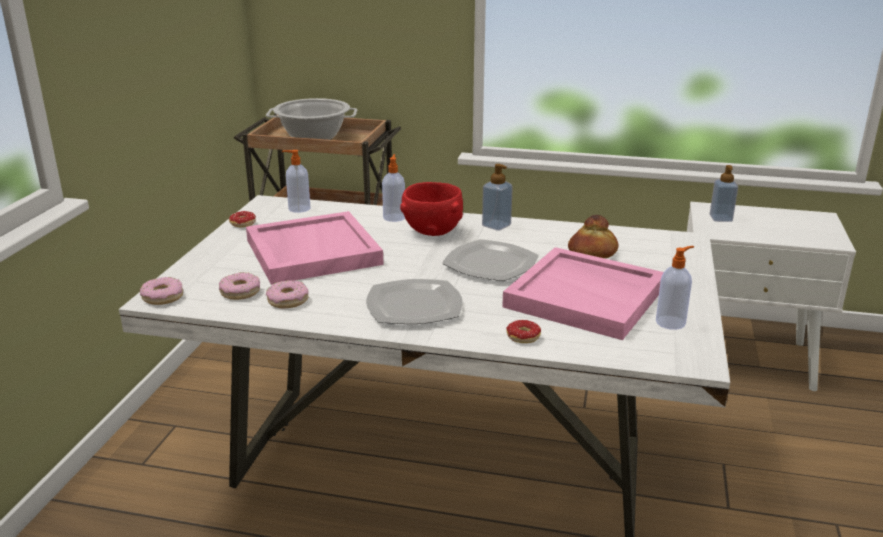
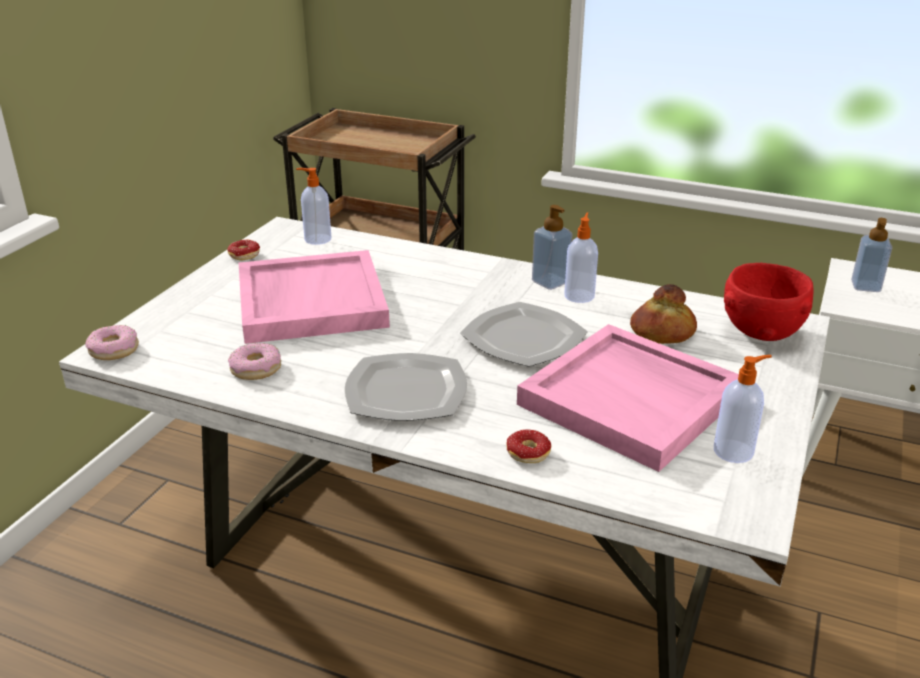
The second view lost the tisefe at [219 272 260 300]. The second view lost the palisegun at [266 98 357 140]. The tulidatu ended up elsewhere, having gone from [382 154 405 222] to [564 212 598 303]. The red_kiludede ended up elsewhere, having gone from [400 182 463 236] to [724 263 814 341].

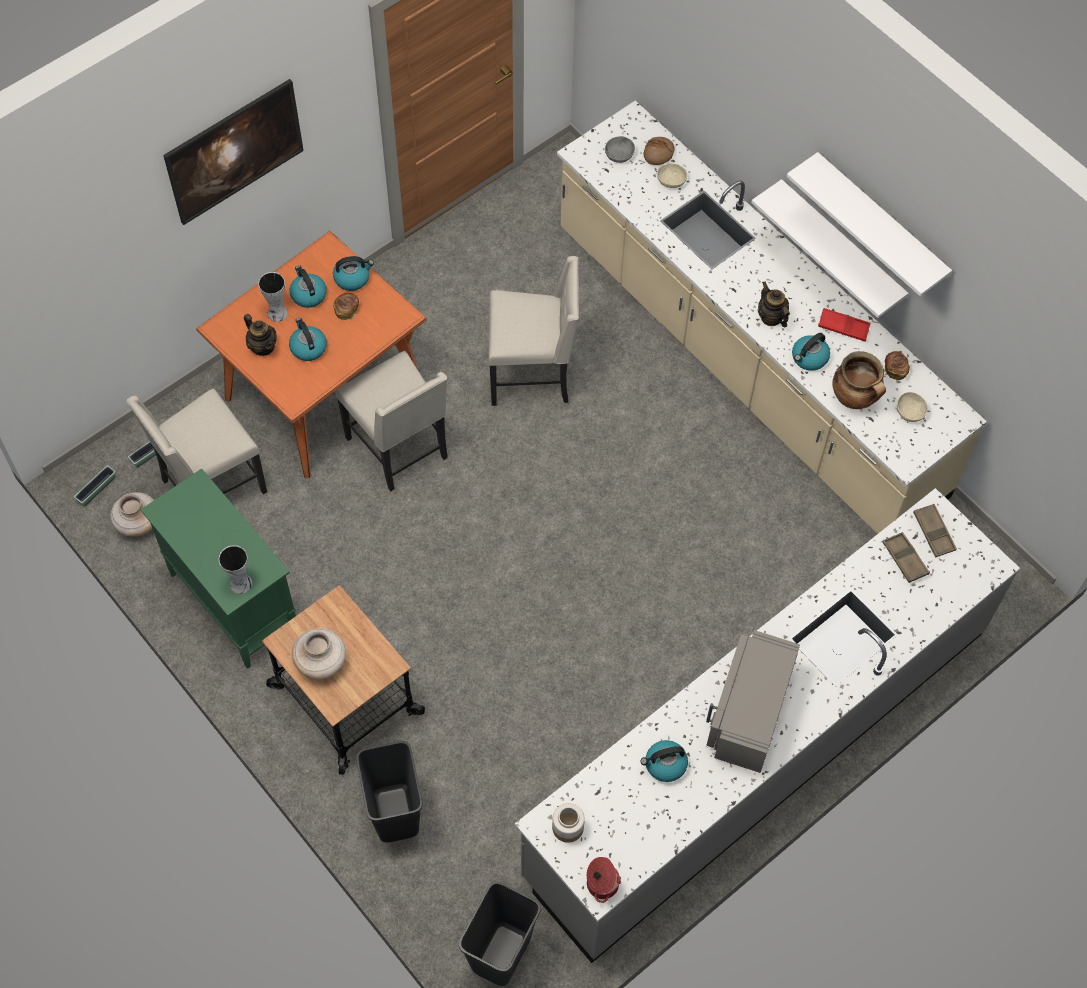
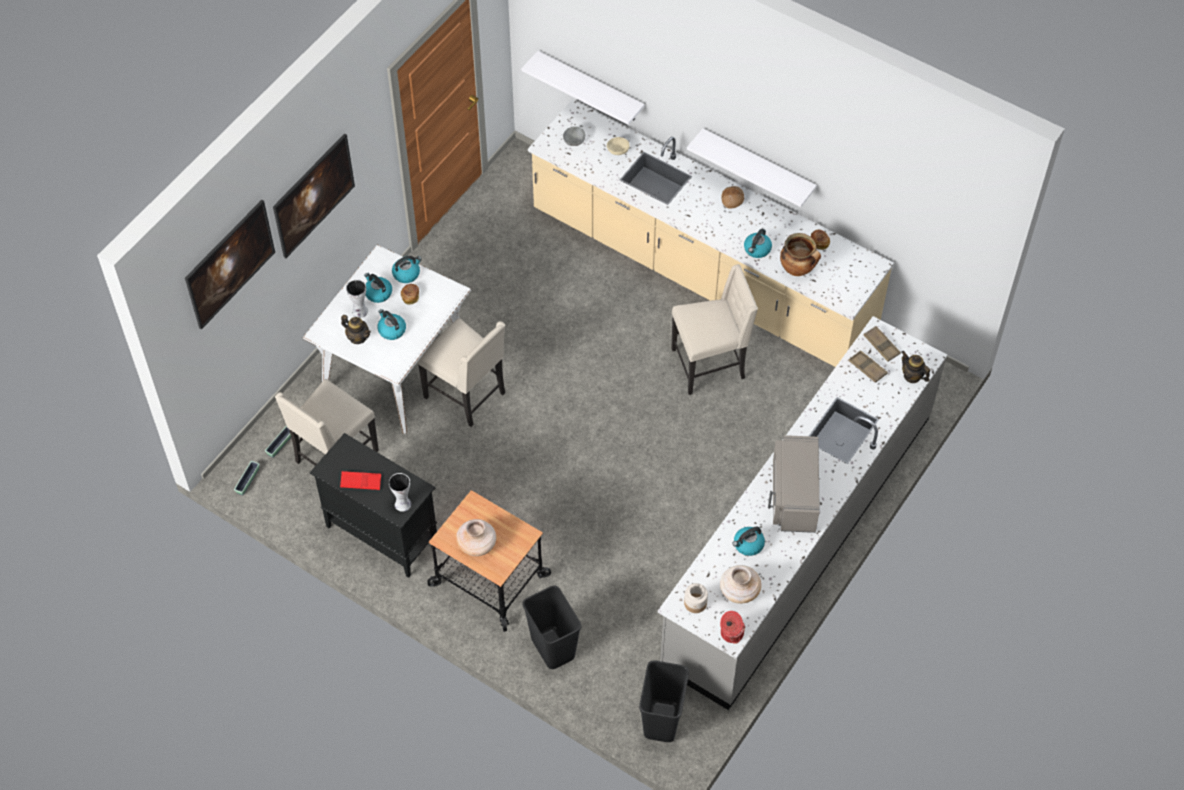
The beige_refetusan ended up elsewhere, having gone from [110 492 154 537] to [720 565 761 604]. What was the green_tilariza at [141 469 296 669] turned into the black_tilariza at [310 433 437 578]. What was the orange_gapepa at [196 231 427 478] turned into the white_gapepa at [303 245 471 434]. The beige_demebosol ended up elsewhere, having gone from [488 256 579 406] to [672 264 758 395]. The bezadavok ended up elsewhere, having gone from [644 137 674 165] to [721 186 744 209]. The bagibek ended up elsewhere, having gone from [758 281 790 327] to [902 351 930 383]. The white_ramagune ended up elsewhere, having gone from [786 152 952 296] to [521 51 645 125]. The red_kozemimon ended up elsewhere, having gone from [818 308 870 342] to [340 471 381 490]. The second view lost the beige_kiludede at [897 392 928 422]. The second view gained the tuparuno at [185 200 275 329].

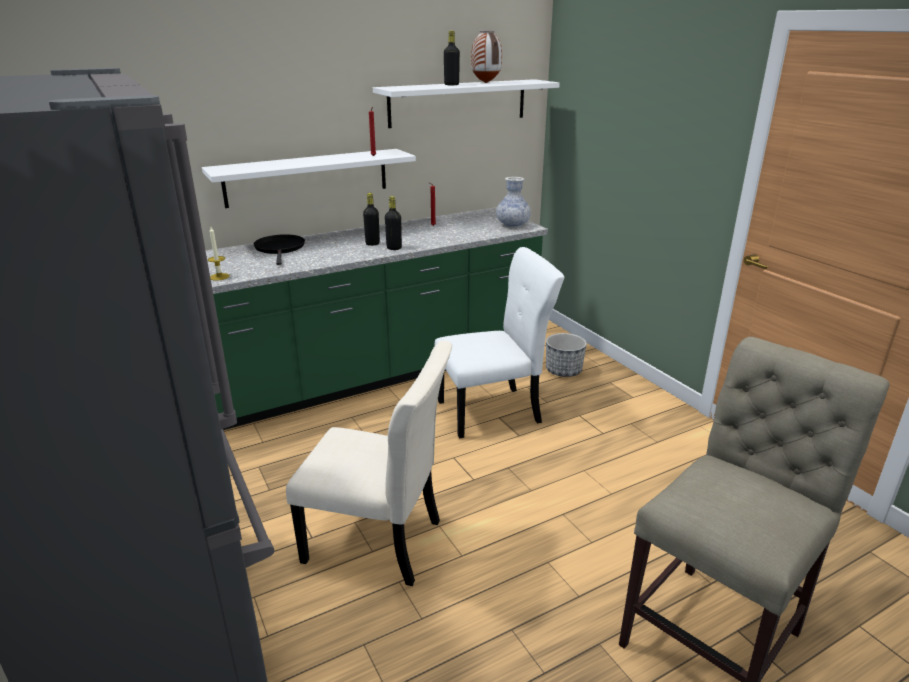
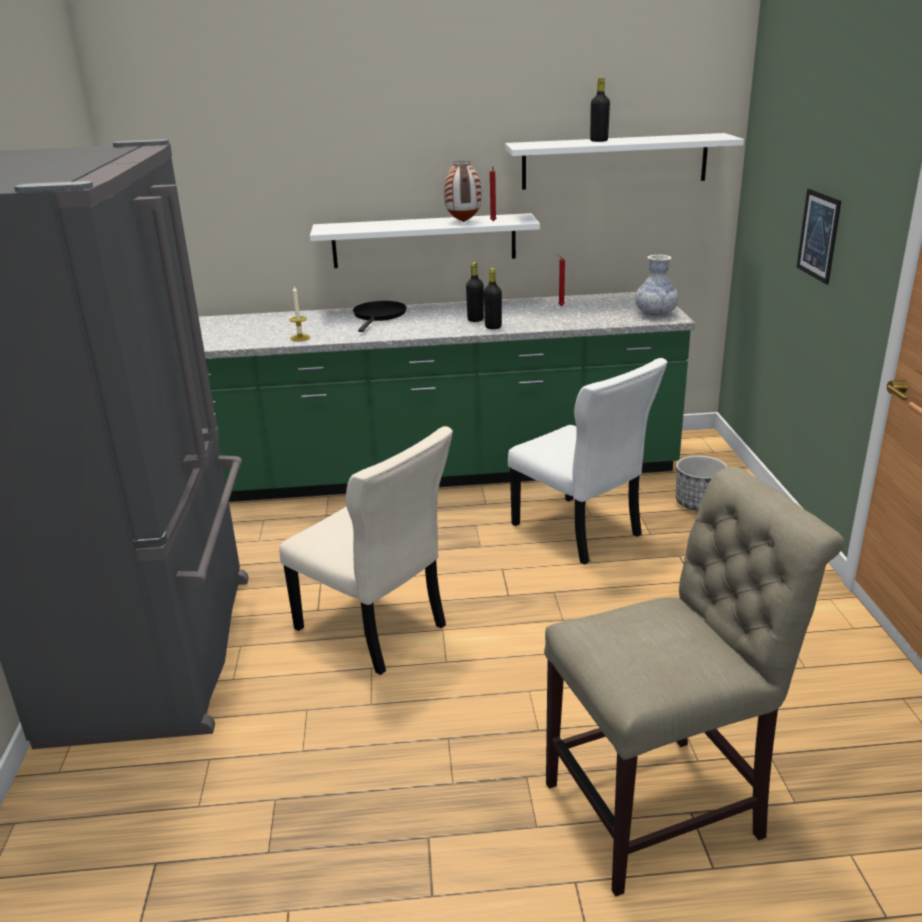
The white_demebosol at [435 247 564 439] ended up facing another way, 45 degrees clockwise from before. The refetusan ended up elsewhere, having gone from [471 30 502 83] to [444 161 481 222]. The second view gained the tuparuno at [797 189 841 285].

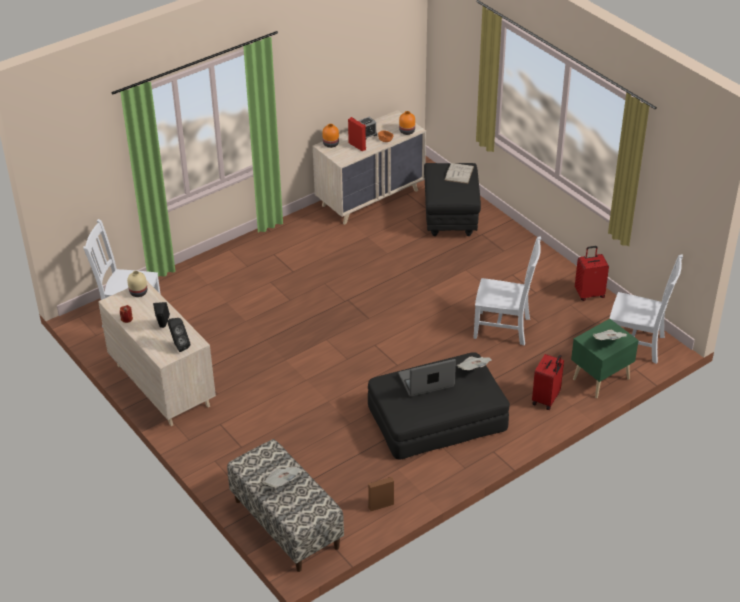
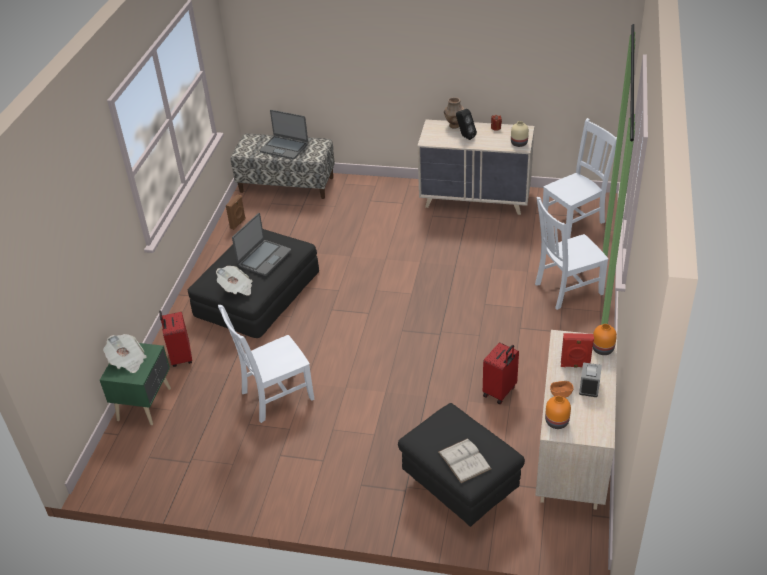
The second view lost the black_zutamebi at [167 318 190 352]. Where the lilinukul stood at [263 466 301 487], the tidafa came to stand at [260 110 308 159]. The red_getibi ended up elsewhere, having gone from [575 246 609 301] to [483 342 519 404]. The white_demebosol ended up elsewhere, having gone from [609 255 683 364] to [535 197 608 310]. The second view gained the brown_refetusan at [444 97 464 129].

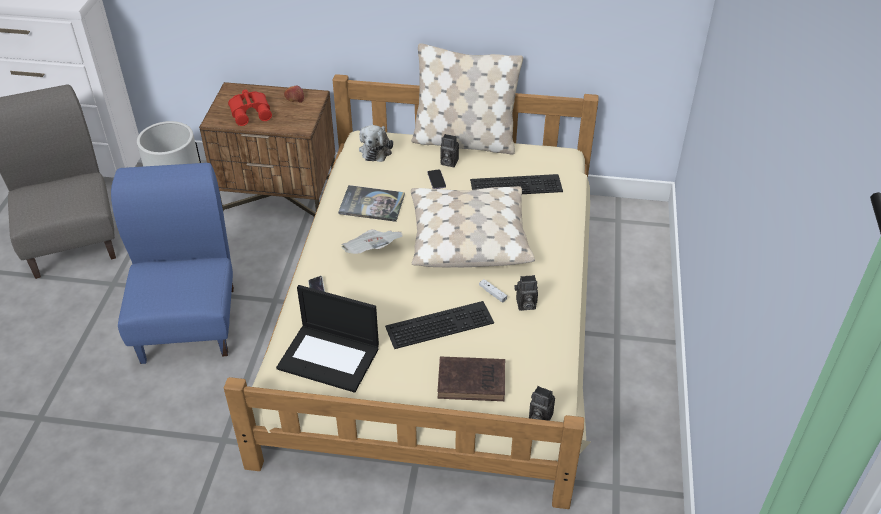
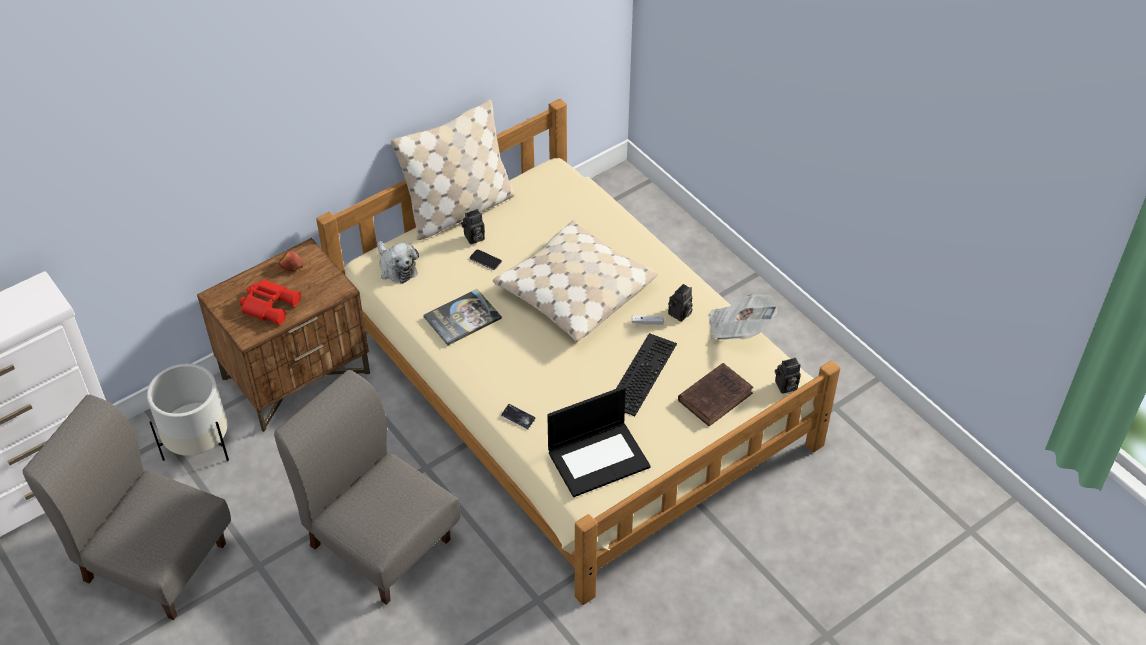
What was the blue_demebosol at [111 163 234 364] turned into the grey_demebosol at [274 370 460 605]. The lilinukul ended up elsewhere, having gone from [341 229 402 254] to [709 294 778 340]. The second view lost the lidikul at [470 174 563 194].

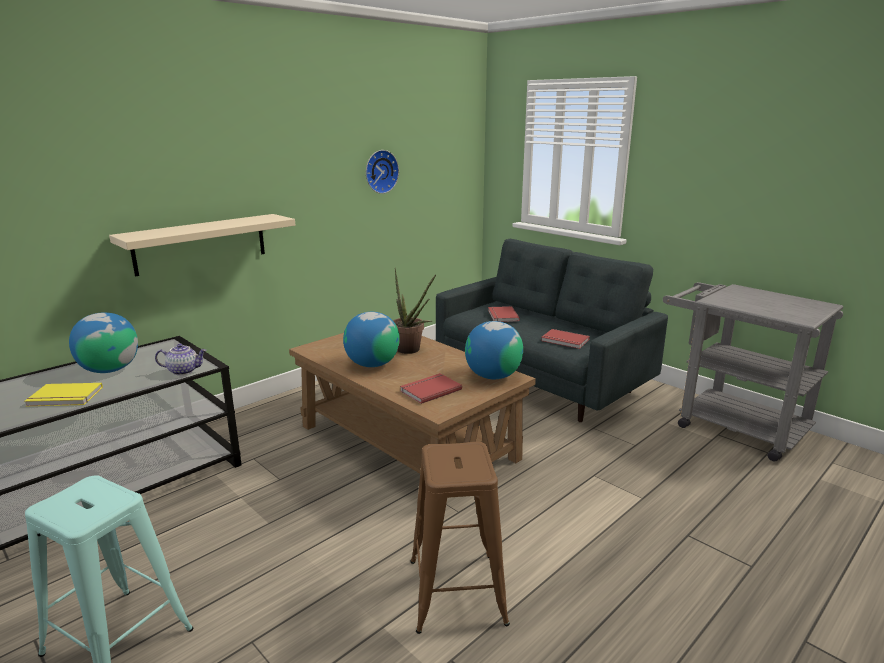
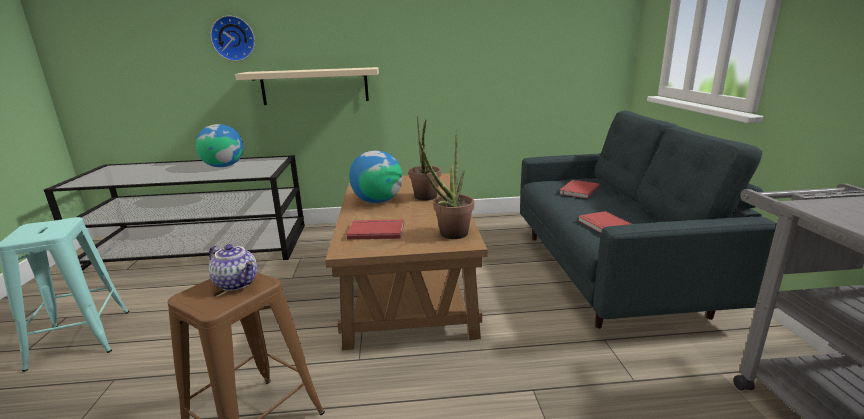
The second view lost the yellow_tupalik at [24 383 103 406]. The bagibek ended up elsewhere, having gone from [155 344 207 375] to [208 244 257 291]. The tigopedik ended up elsewhere, having gone from [366 150 399 194] to [210 16 255 61]. Where the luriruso stood at [465 321 523 379], the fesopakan came to stand at [419 130 474 239].

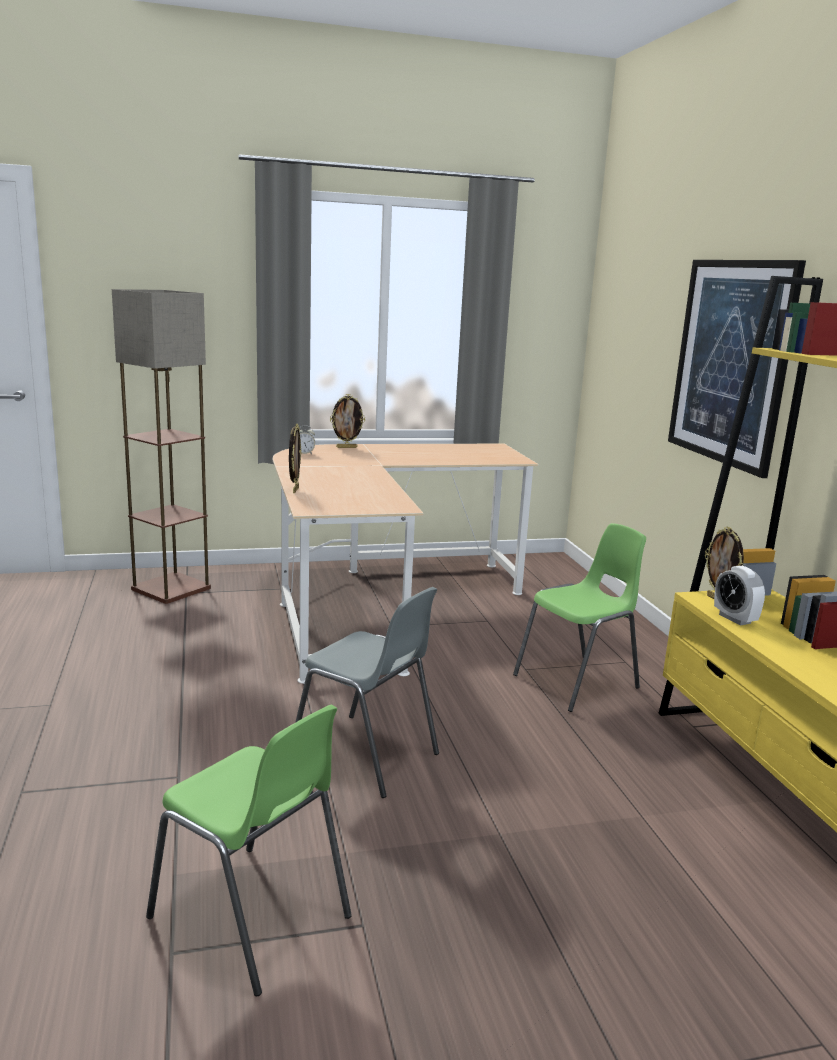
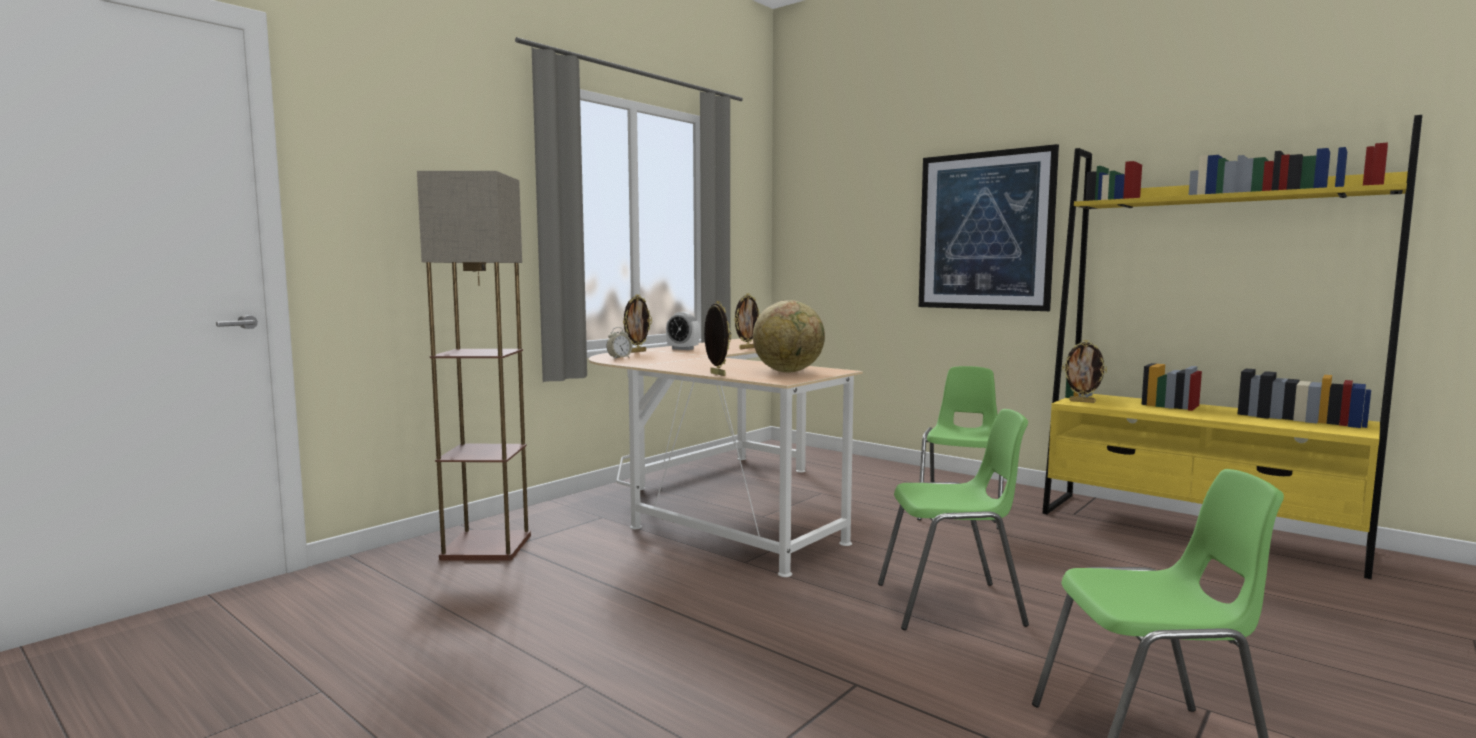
What was the grey_demebosol at [295 587 439 798] turned into the green_demebosol at [878 409 1029 630]. The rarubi ended up elsewhere, having gone from [714 566 765 626] to [666 312 700 350]. The second view gained the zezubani at [734 293 760 349]. The second view gained the luriruso at [753 300 825 373].

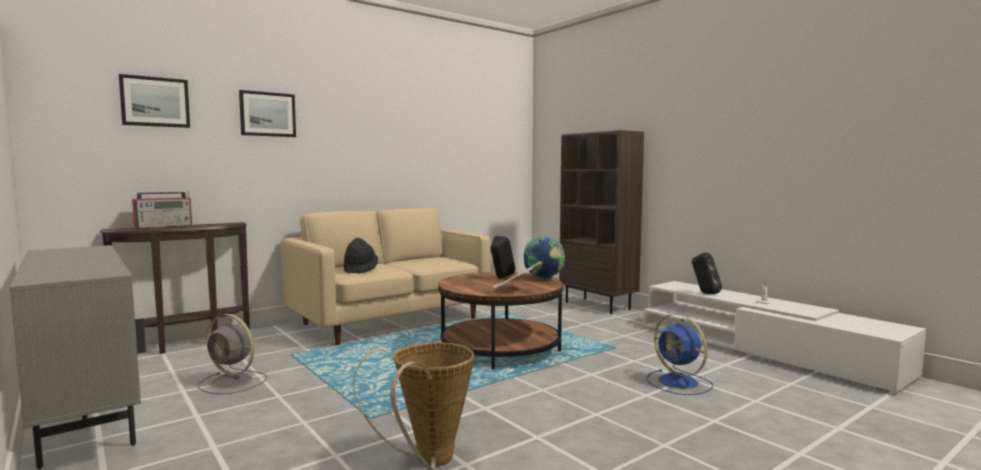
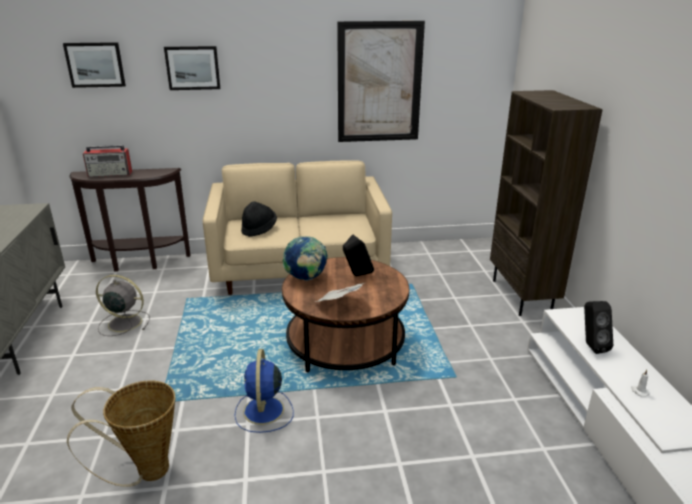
The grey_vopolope at [198 314 268 394] ended up facing another way, 135 degrees clockwise from before. The luriruso ended up elsewhere, having gone from [524 237 565 280] to [282 236 328 281]. The blue_vopolope ended up elsewhere, having gone from [646 314 713 395] to [234 349 294 433]. The second view gained the tuparuno at [337 21 425 142].

